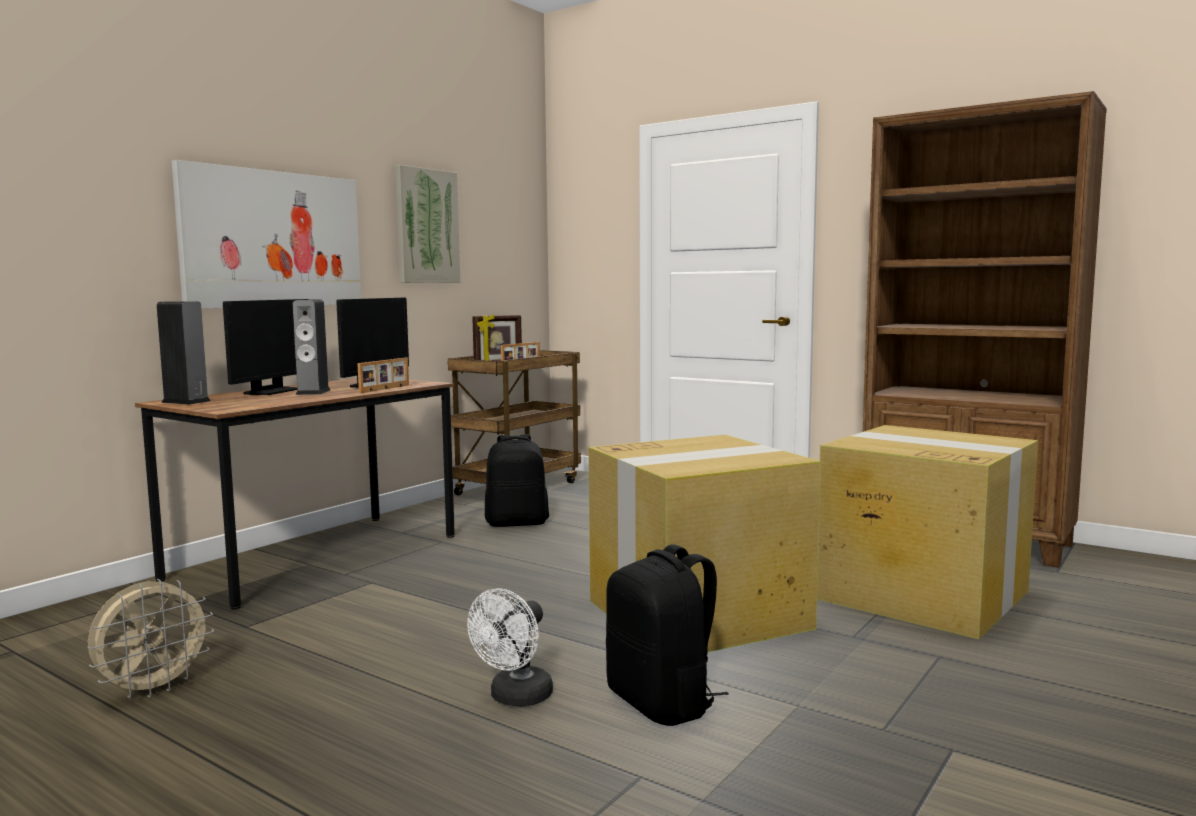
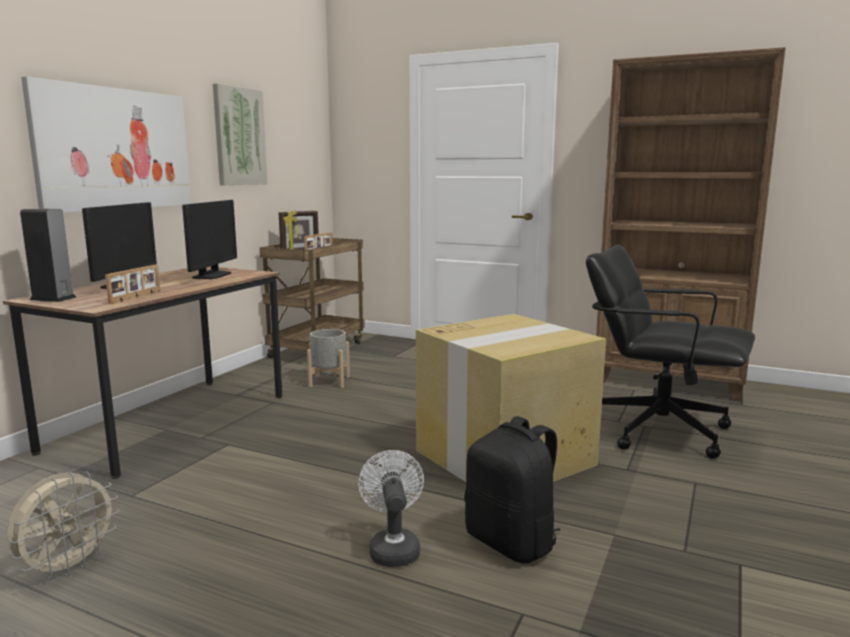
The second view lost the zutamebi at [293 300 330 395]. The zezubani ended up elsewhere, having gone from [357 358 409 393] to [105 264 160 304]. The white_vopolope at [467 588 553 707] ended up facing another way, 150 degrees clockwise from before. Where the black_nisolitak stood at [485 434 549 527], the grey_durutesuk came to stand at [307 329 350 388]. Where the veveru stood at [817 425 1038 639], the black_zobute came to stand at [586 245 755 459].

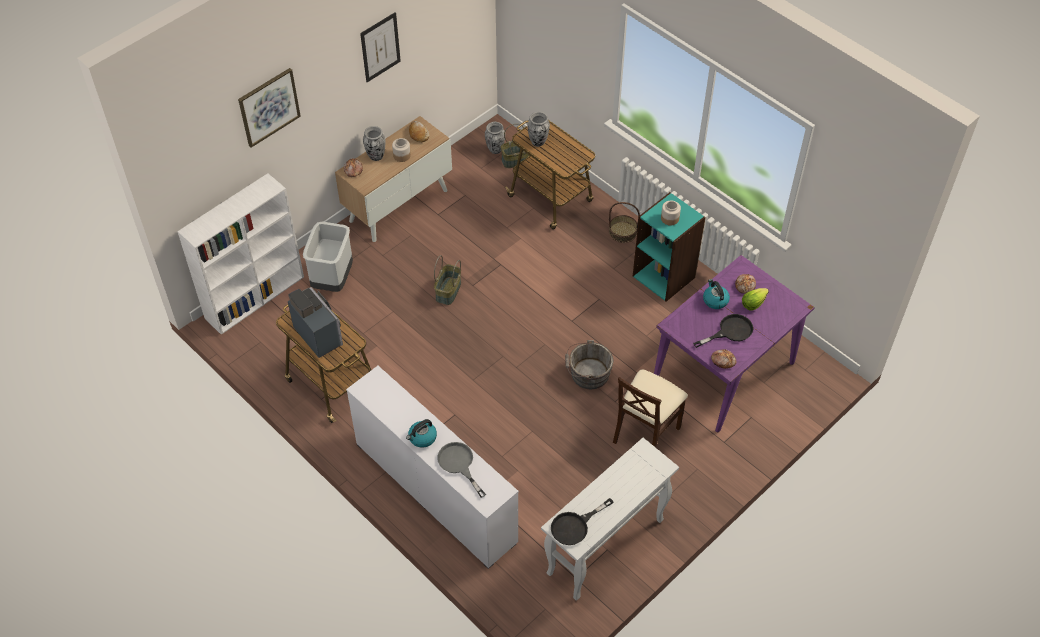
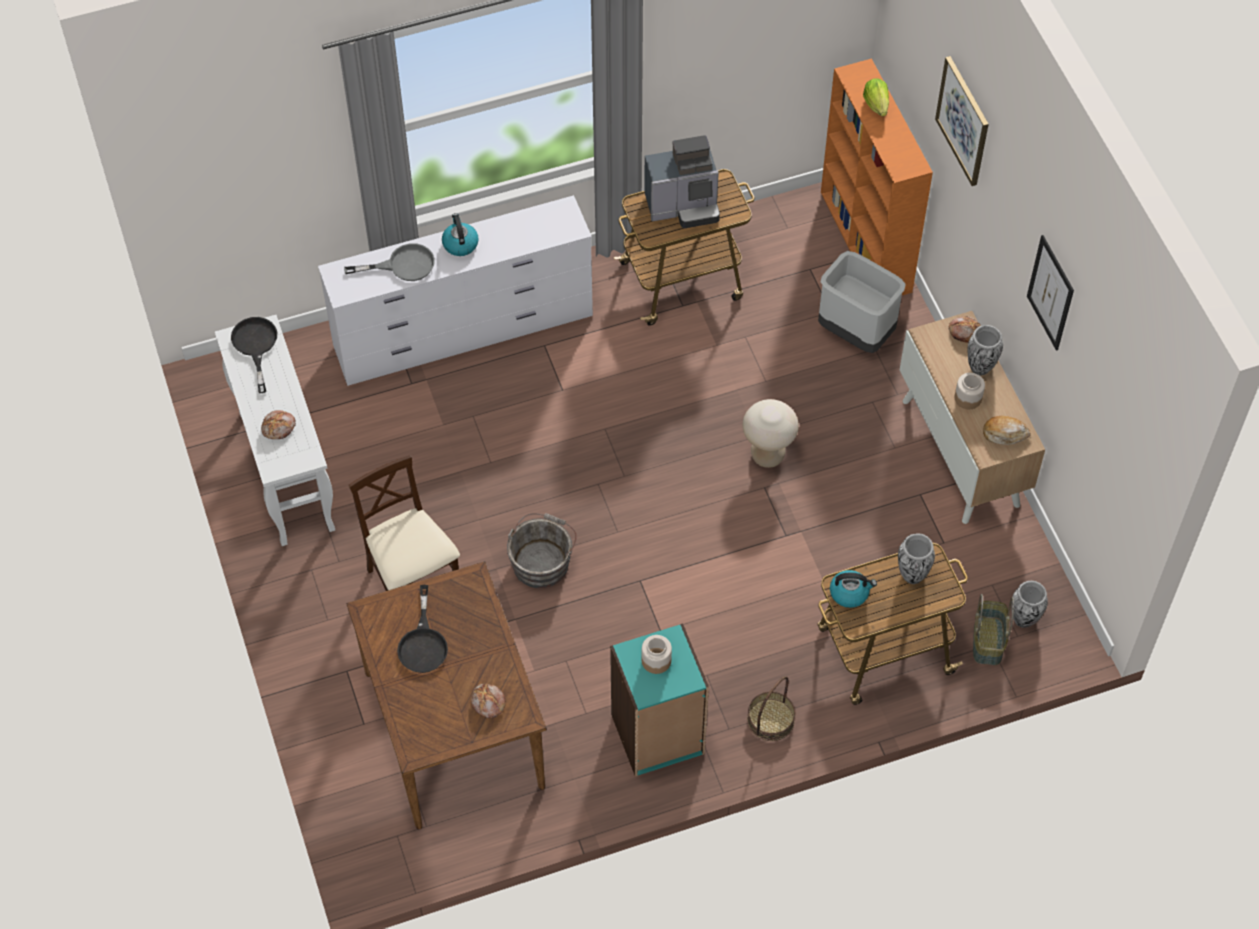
What was the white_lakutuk at [177 173 304 335] turned into the orange_lakutuk at [821 58 933 295]. Where the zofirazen stood at [434 255 461 305], the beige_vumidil came to stand at [743 399 799 468]. What was the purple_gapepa at [654 255 815 432] turned into the brown_gapepa at [346 561 547 829]. The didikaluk ended up elsewhere, having gone from [703 279 730 309] to [830 570 877 608]. The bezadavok ended up elsewhere, having gone from [711 349 736 369] to [261 410 296 439]. The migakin ended up elsewhere, having gone from [742 288 769 310] to [863 78 889 116].

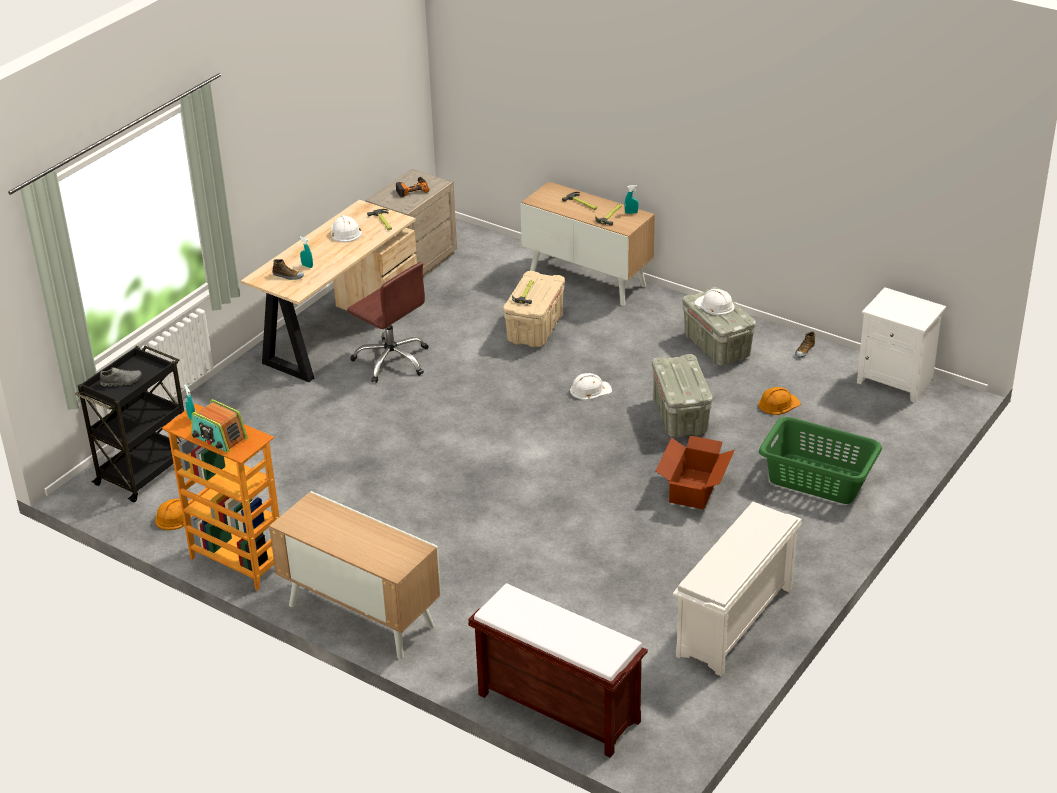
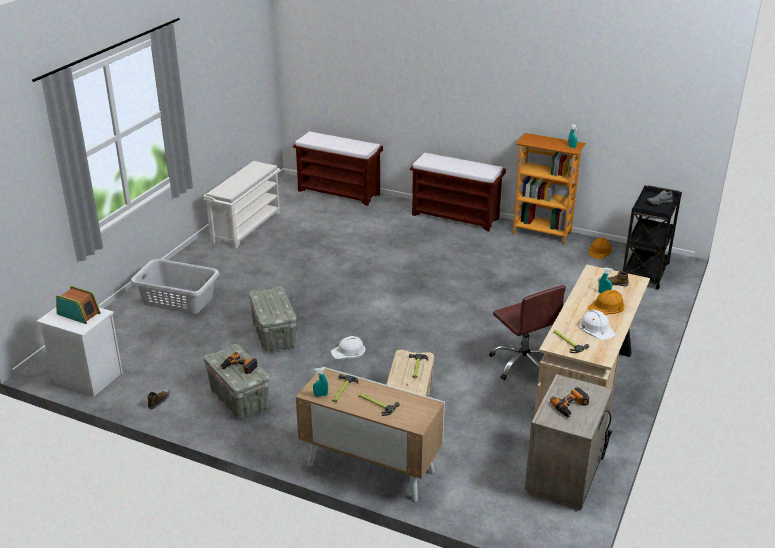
The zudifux ended up elsewhere, having gone from [191 399 248 453] to [56 286 101 324]. Where the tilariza stood at [269 491 441 659], the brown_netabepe came to stand at [410 153 506 231]. The brown_zobute at [347 262 428 383] ended up facing another way, 150 degrees counterclockwise from before. The second view lost the veveru at [655 435 735 510]. Where the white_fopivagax stood at [694 289 734 315], the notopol came to stand at [221 352 258 374]. The orange_fopivagax ended up elsewhere, having gone from [758 387 801 415] to [588 290 625 315]. What was the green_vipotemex at [759 417 882 504] turned into the grey_vipotemex at [131 259 220 314].

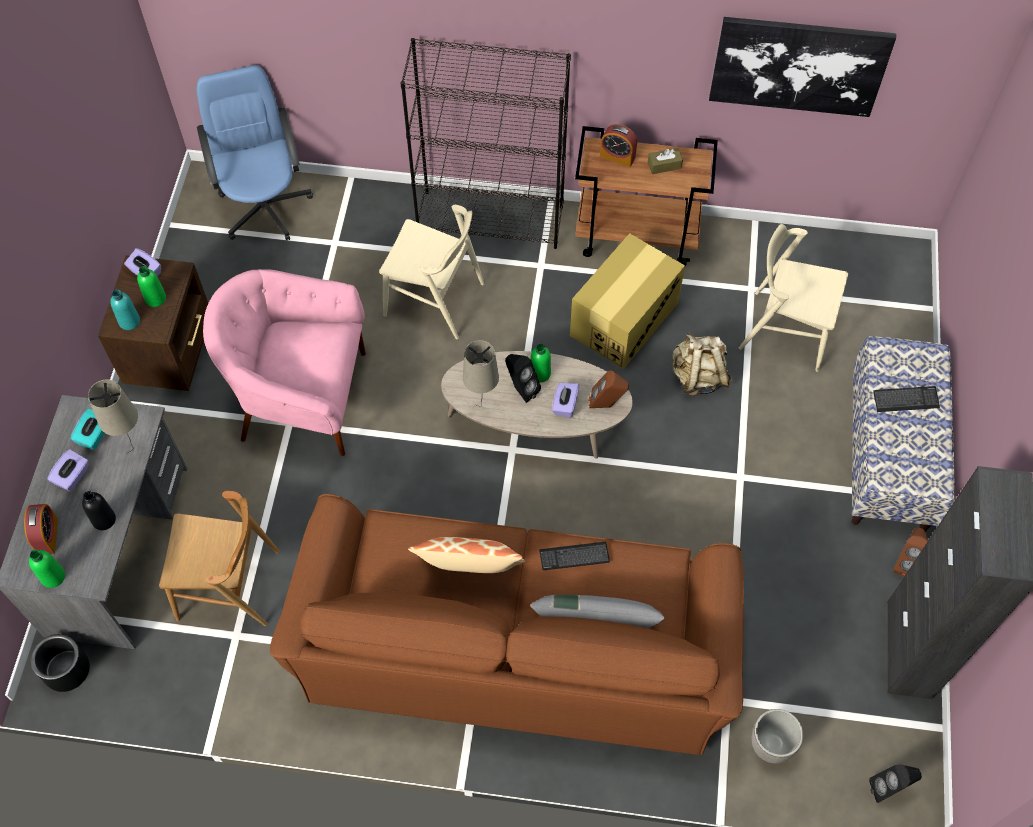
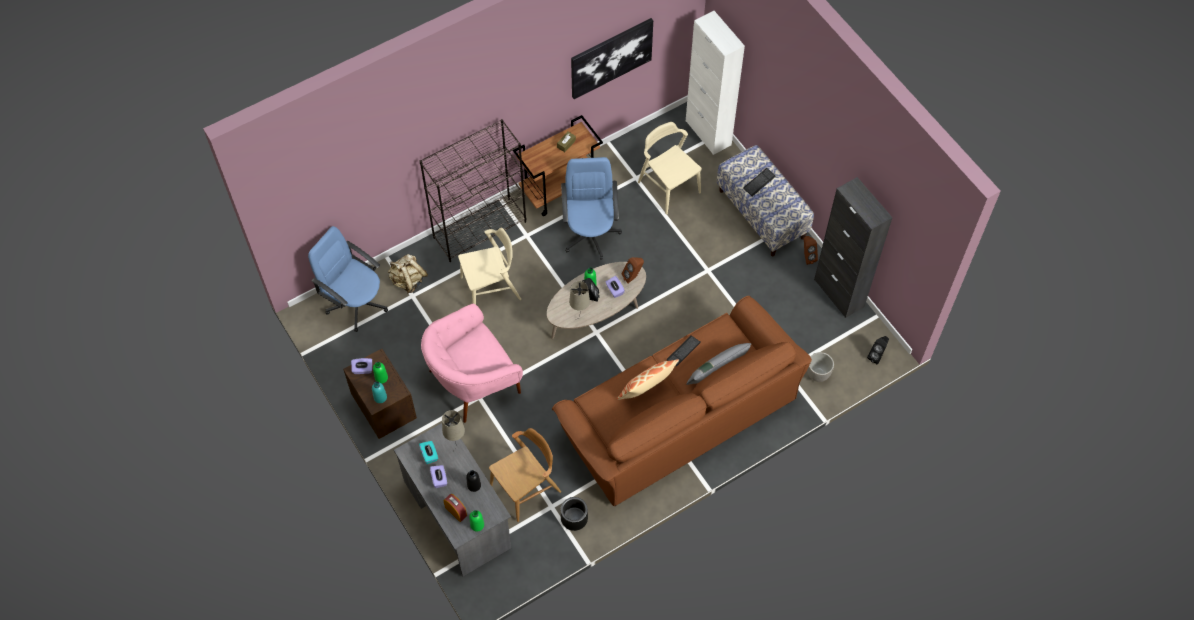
The black_durutesuk ended up elsewhere, having gone from [31 634 90 692] to [561 497 588 531]. Where the veveru stood at [570 233 685 369], the blue_zobute came to stand at [561 157 622 260]. The second view lost the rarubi at [600 124 637 167]. The beige_nisolitak ended up elsewhere, having gone from [672 332 732 396] to [388 254 428 294]. The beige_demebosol at [739 224 848 372] ended up facing another way, 75 degrees clockwise from before. The second view gained the white_tilariza at [686 11 745 155].

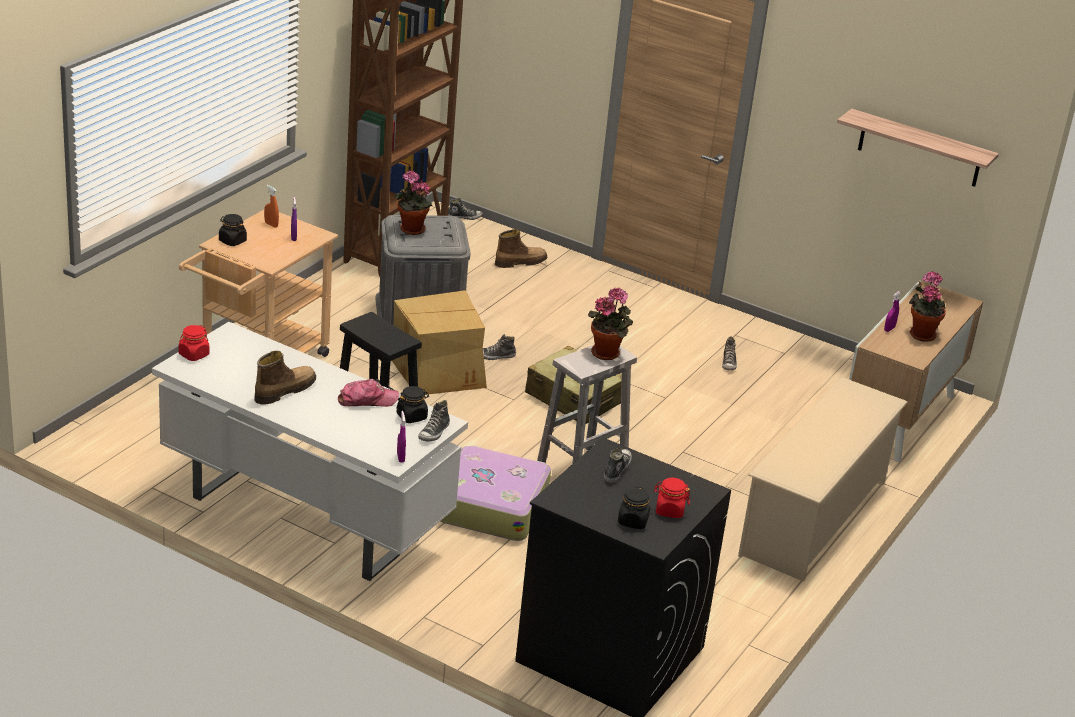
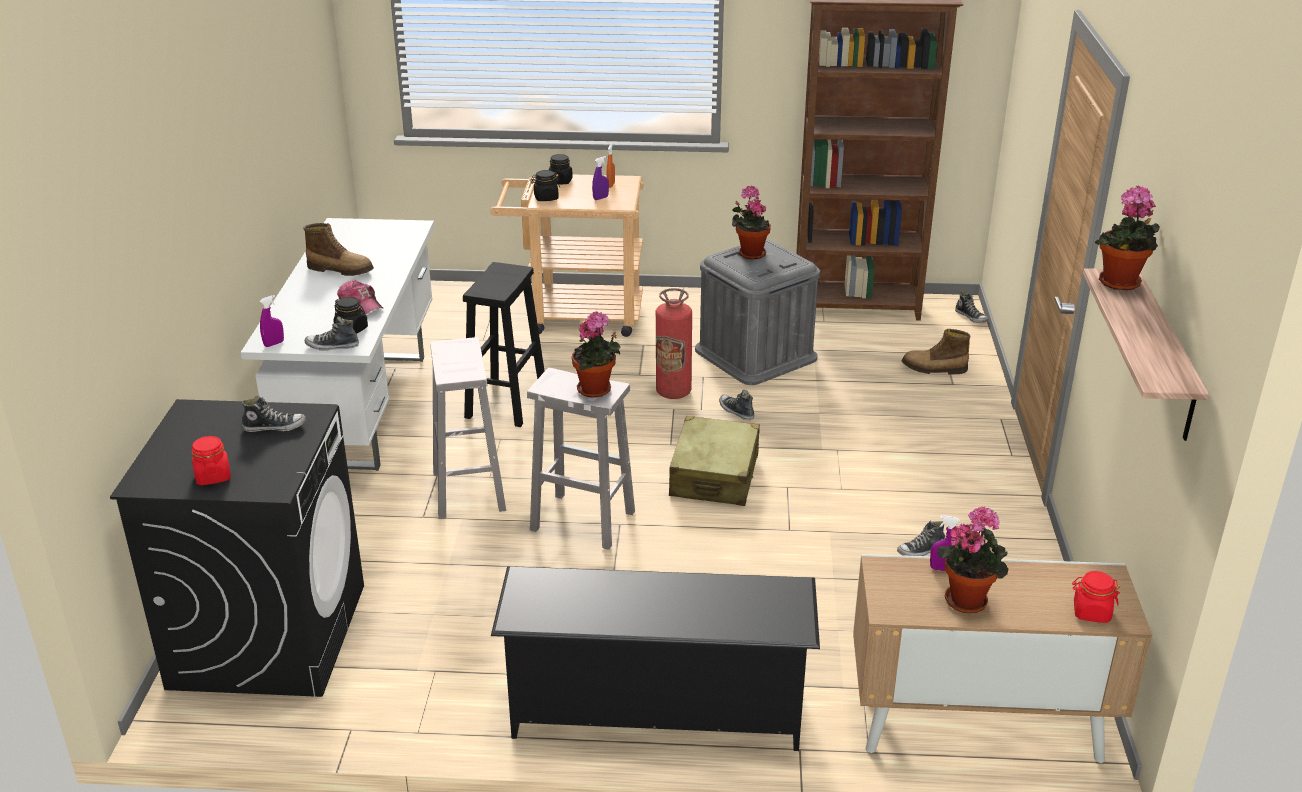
The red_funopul ended up elsewhere, having gone from [178 325 209 361] to [1072 571 1120 623]. Where the veveru stood at [392 290 487 395], the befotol came to stand at [656 288 692 399]. Where the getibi stood at [440 445 551 541], the white_vumidil came to stand at [430 337 506 519]. The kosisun at [495 229 548 268] ended up facing another way, 150 degrees clockwise from before. The black_funopul ended up elsewhere, having gone from [618 486 650 529] to [530 170 560 201]. What was the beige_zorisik at [738 377 908 582] turned into the black_zorisik at [491 566 820 751]. The second view gained the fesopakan at [1095 185 1160 290].

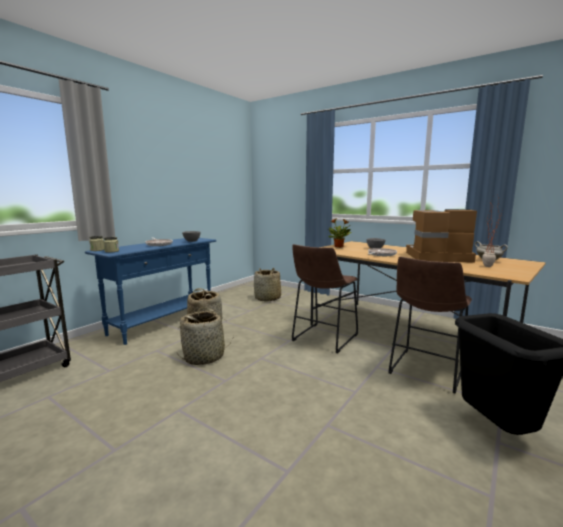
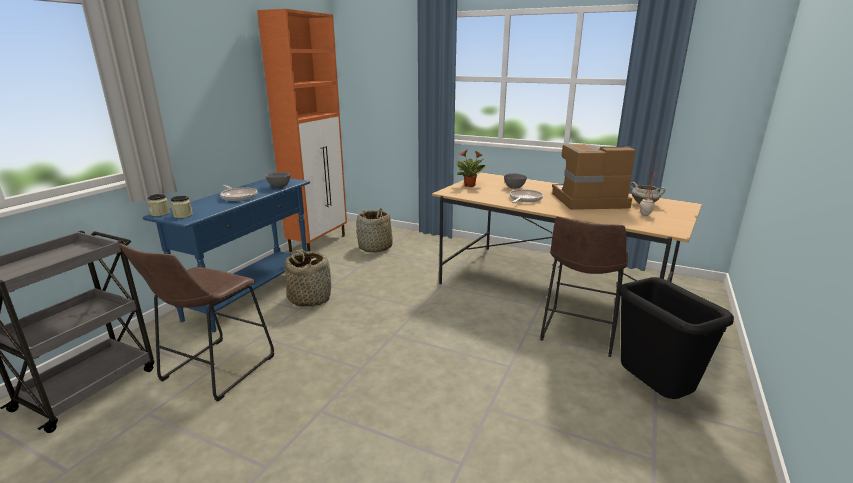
The second view lost the zofirazen at [177 307 234 365]. The brown_vumidil ended up elsewhere, having gone from [292 244 358 353] to [119 243 275 402]. The second view gained the orange_tilariza at [257 9 347 252].

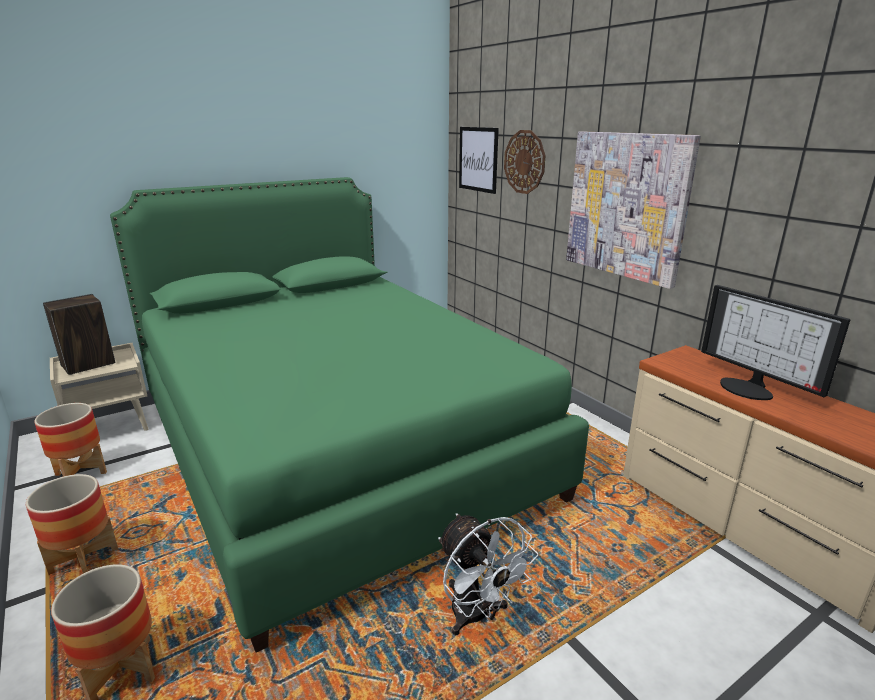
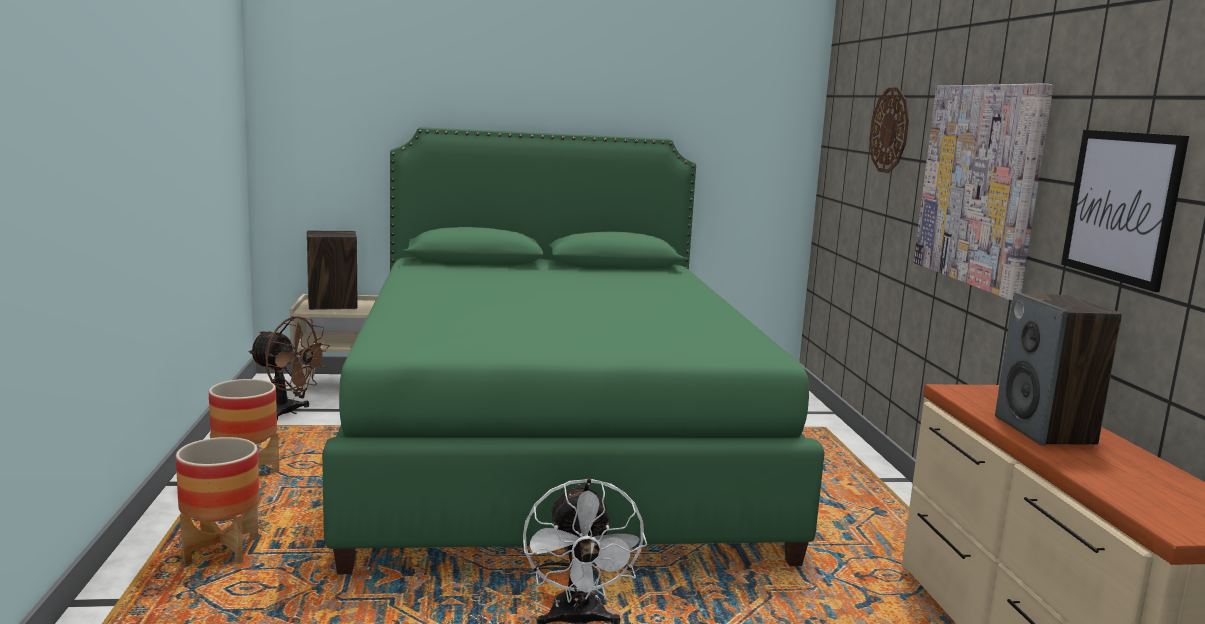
Where the durutesuk stood at [34 403 107 477], the brown_vopolope came to stand at [248 316 330 420]. The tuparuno ended up elsewhere, having gone from [459 127 499 194] to [1061 130 1189 292]. Where the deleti stood at [701 285 850 400], the zutamebi came to stand at [995 292 1122 445].

